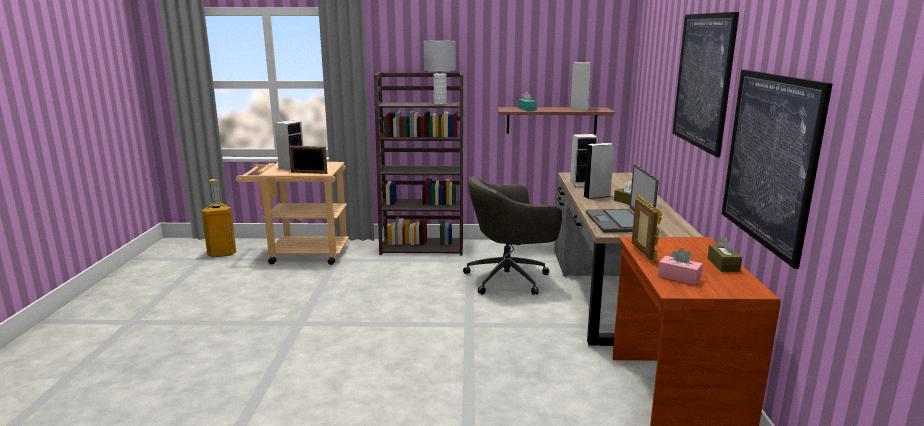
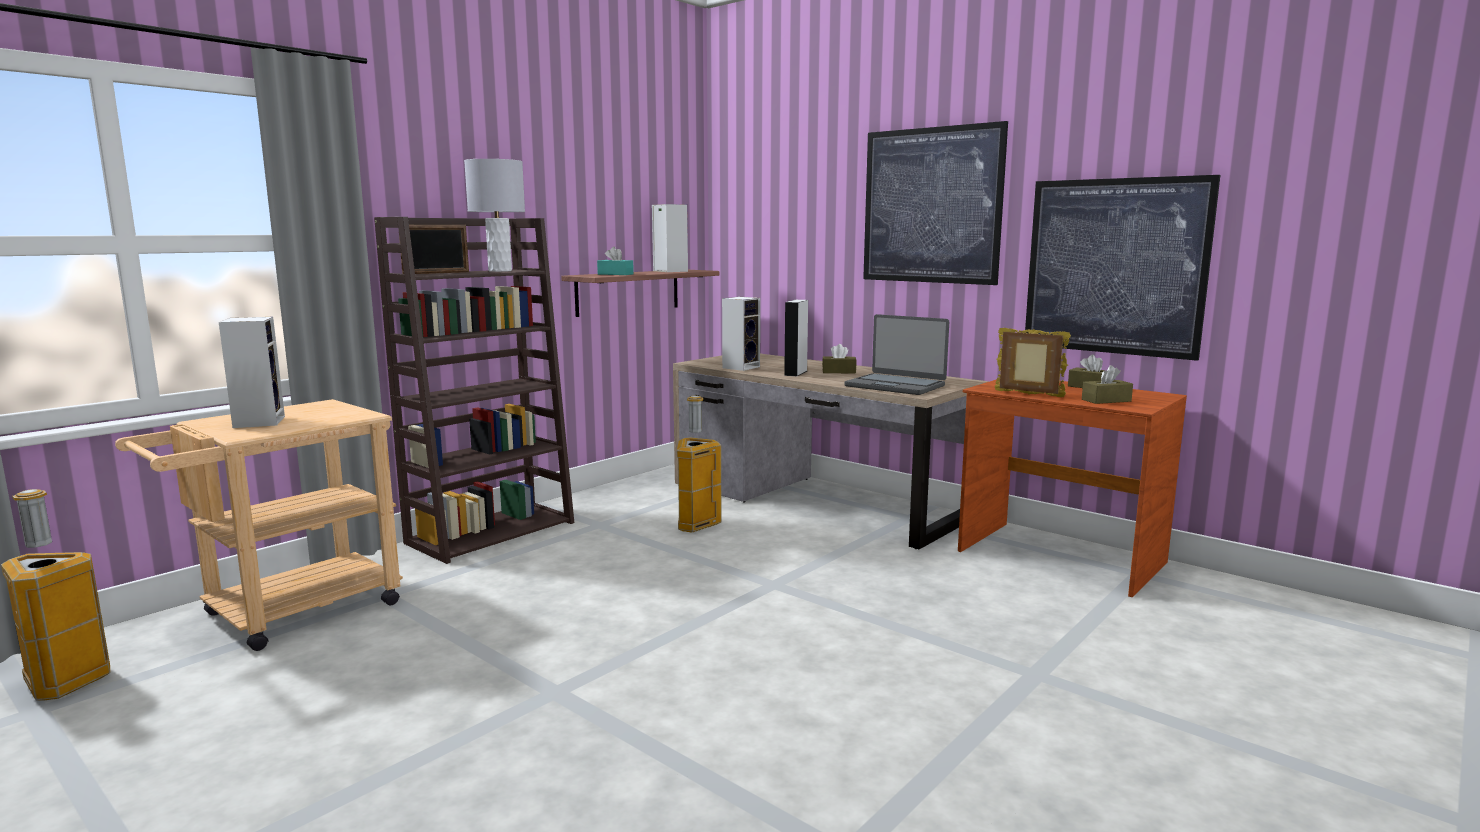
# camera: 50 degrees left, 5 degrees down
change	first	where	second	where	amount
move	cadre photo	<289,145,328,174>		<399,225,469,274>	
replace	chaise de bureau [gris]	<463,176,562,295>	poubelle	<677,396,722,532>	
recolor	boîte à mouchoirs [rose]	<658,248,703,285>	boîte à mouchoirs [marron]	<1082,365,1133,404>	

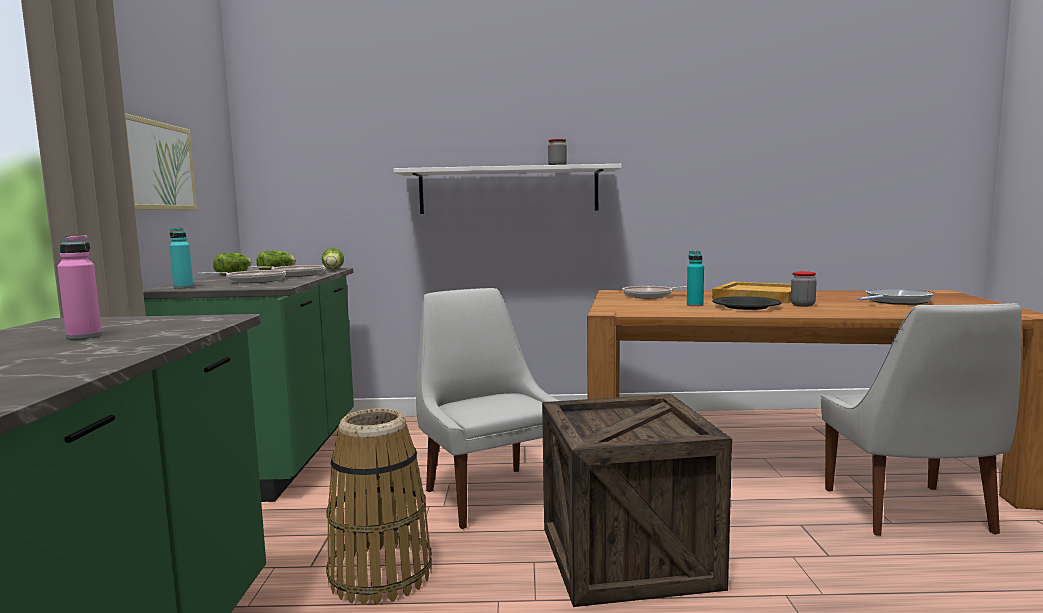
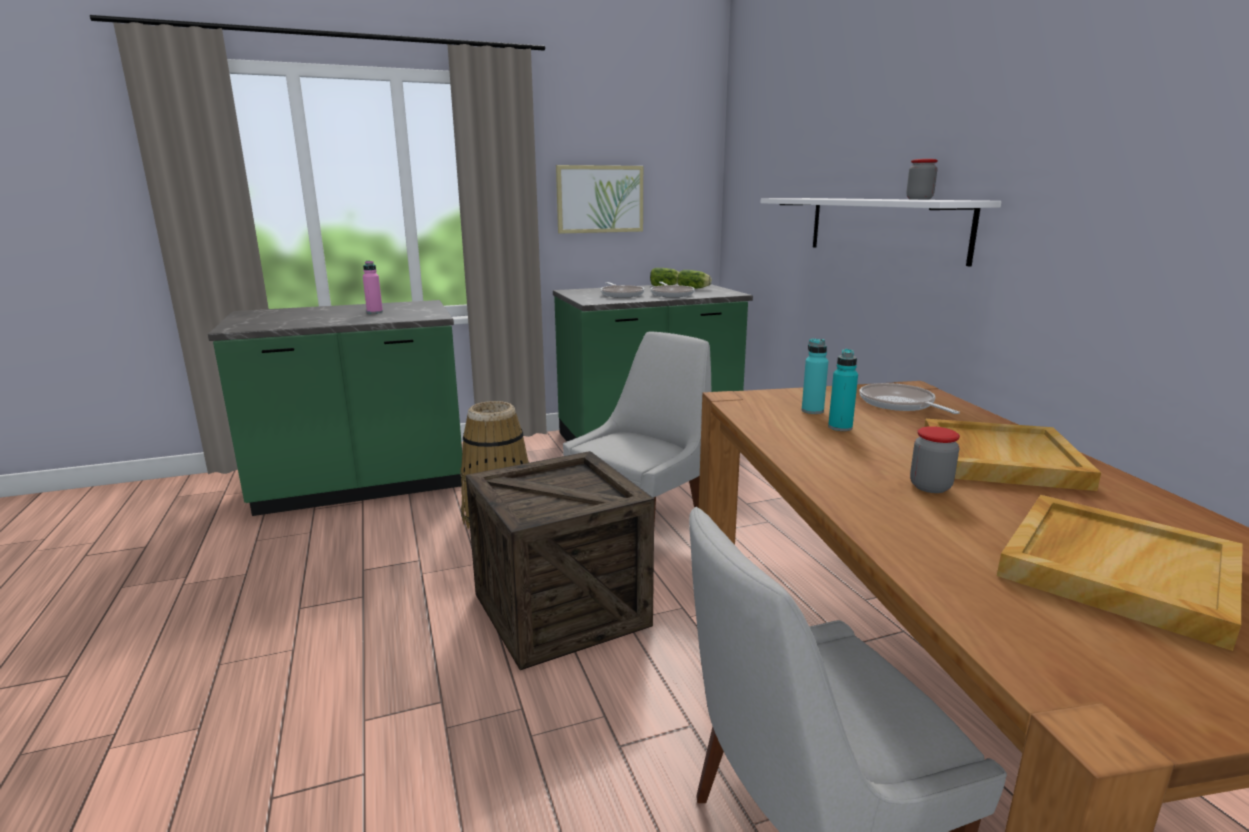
# camera: 70 degrees right, 10 degrees up
change	first	where	second	where	amount
delete	laitue	<322,248,344,270>			
delete	assiette [noir]	<712,296,782,310>			
move	bouteille [turquoise]	<170,228,193,288>		<802,338,828,414>	
replace	poêle	<857,289,934,305>	plateau [beige]	<997,495,1243,651>	

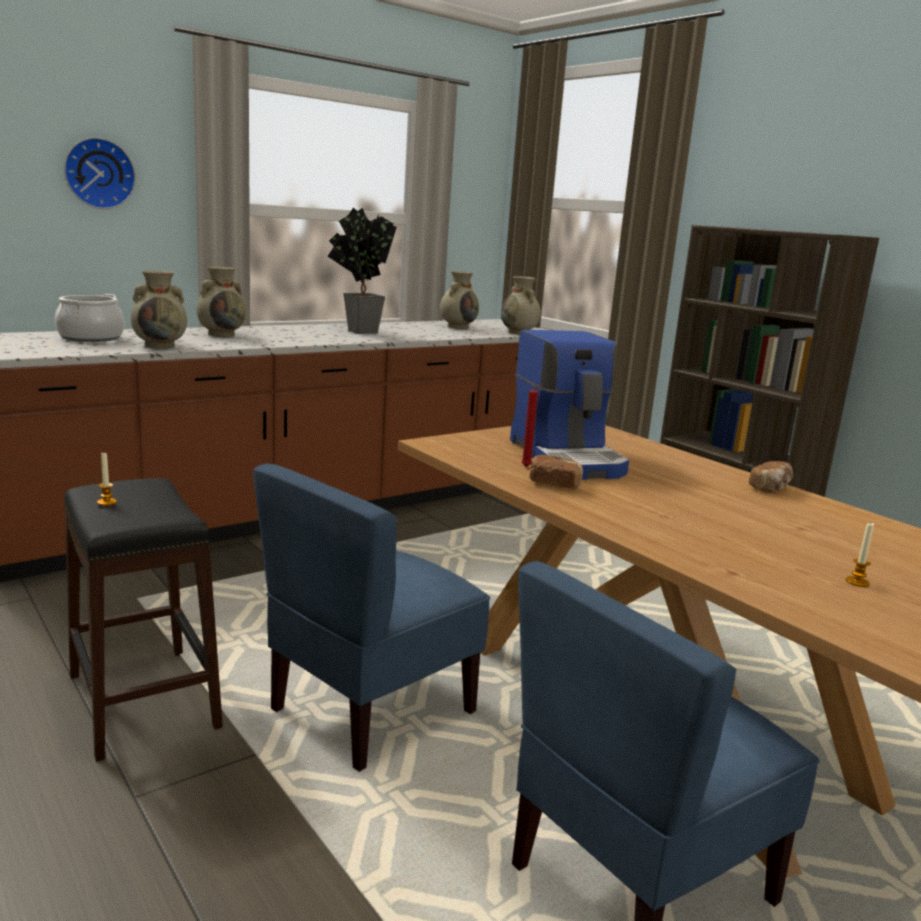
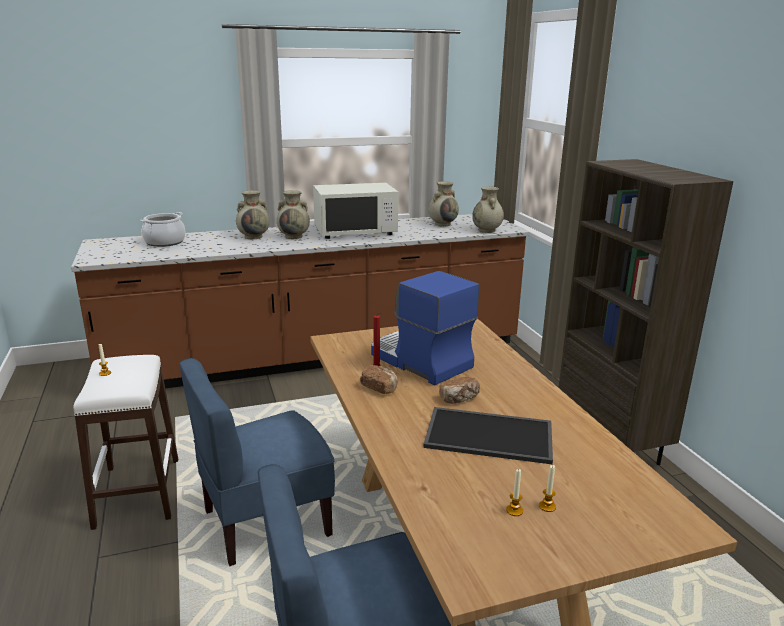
# camera: 20 degrees right, 5 degrees up
change	first	where	second	where	amount
delete	horloge murale	<64,137,136,209>			
insert			plateau	<423,407,553,464>	
insert			bougie	<539,465,556,512>	
move	vase [beige]	<131,270,187,348>		<277,190,310,239>	
move	pain	<749,461,794,493>		<439,377,480,404>	
replace	plante en pot	<328,208,397,334>	micro-ondes [blanc]	<313,183,398,239>	
recolor	tabouret [noir]	<64,478,223,762>	tabouret [blanc]	<73,355,178,530>	
rotate	machine à café	<510,330,629,480>		<371,271,479,385>	135 degrees clockwise

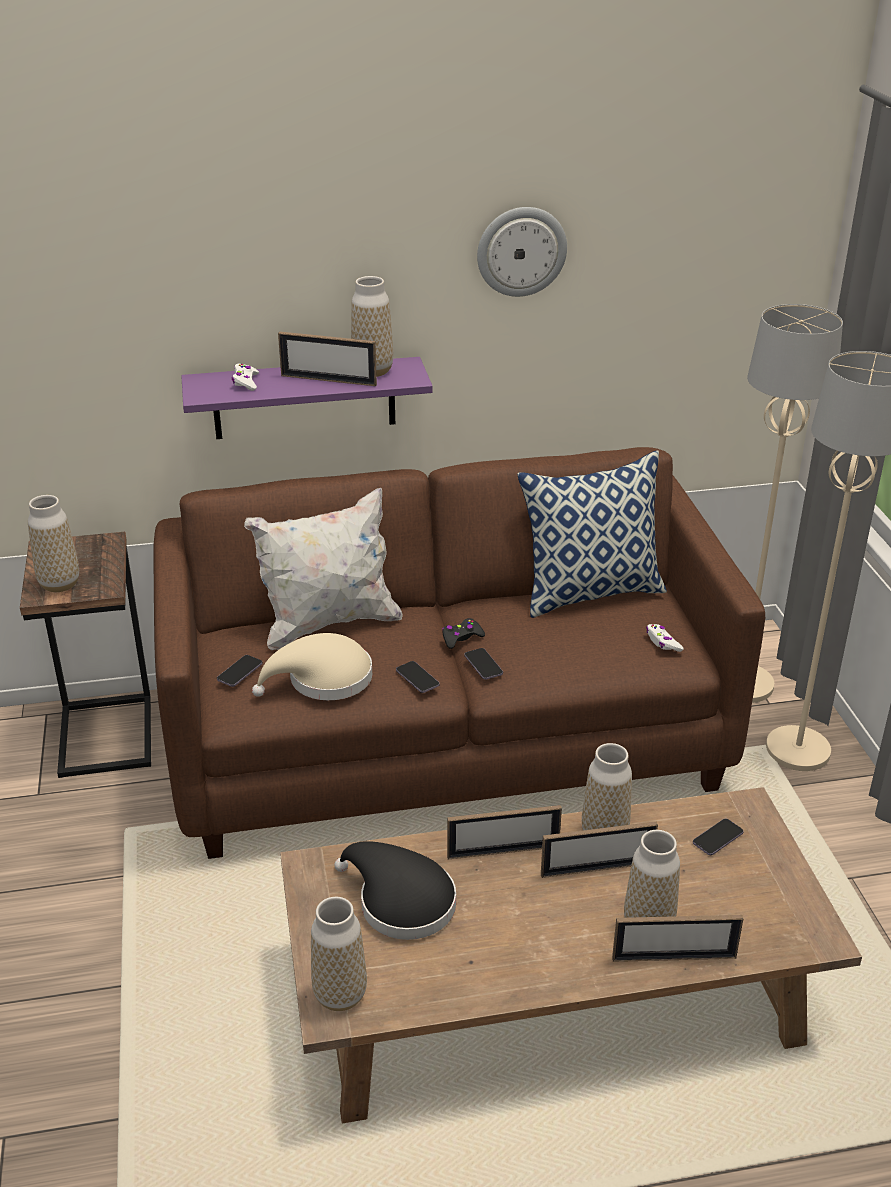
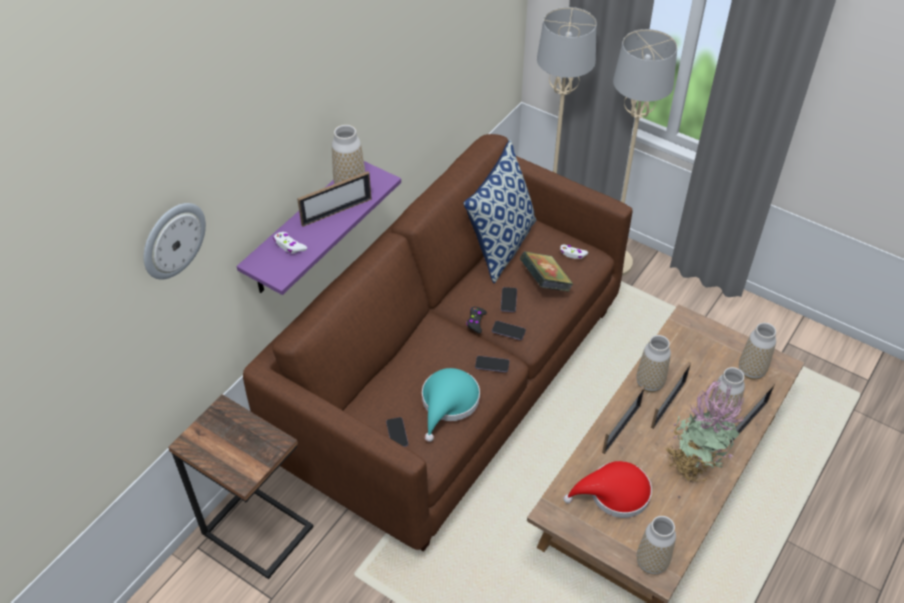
# camera: 45 degrees left, 15 degrees up
change	first	where	second	where	amount
delete	coussin [blanc]	<244,488,402,650>			
insert			livre	<520,251,573,292>	
insert			plante en pot	<665,379,746,483>	
move	vase	<28,495,79,592>		<739,322,776,380>	
move	horloge murale	<477,207,567,297>		<144,203,206,280>	
move	téléphone	<693,818,744,855>		<501,287,517,312>	
recolor	chapeau [beige]	<252,633,372,700>	chapeau [turquoise]	<422,368,480,442>	
recolor	chapeau [noir]	<334,841,456,940>	chapeau [rouge]	<563,461,652,518>	

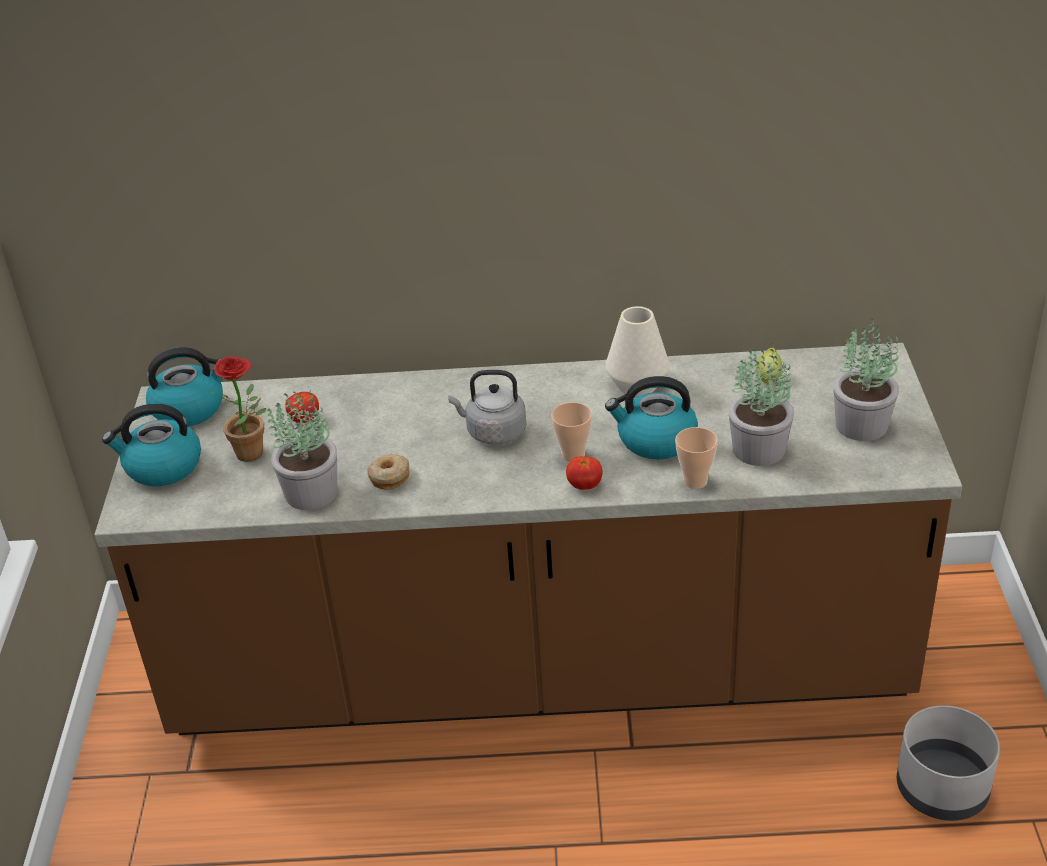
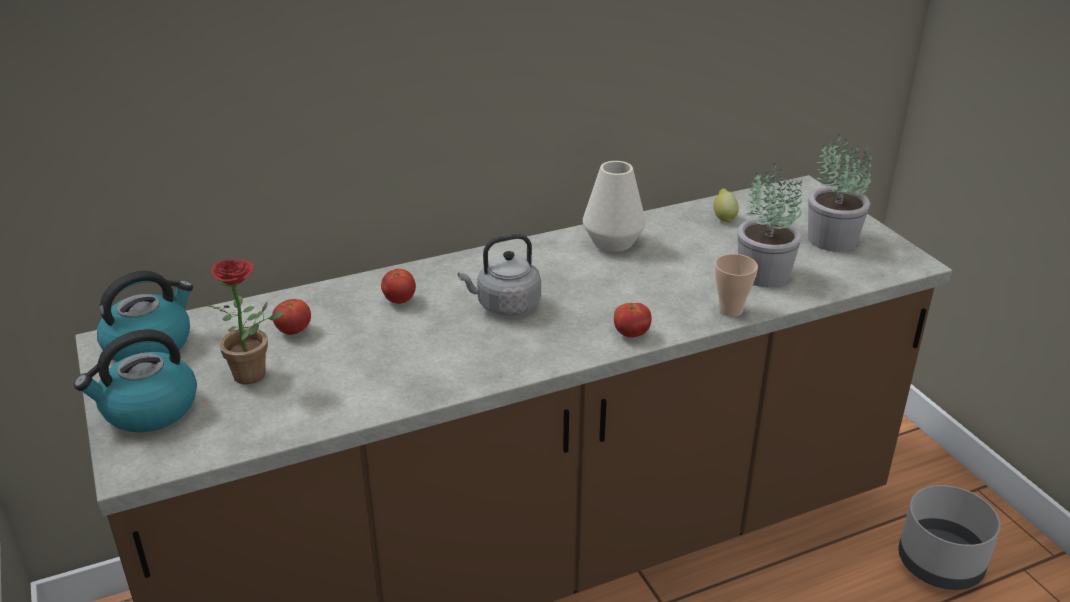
# camera: 25 degrees left, 5 degrees down
change	first	where	second	where	amount
delete	plante en pot	<267,387,337,510>			
delete	beignet	<367,454,410,490>			
delete	tasse	<551,402,592,462>			
delete	bouilloire	<605,376,698,459>			
insert			tomate	<381,269,416,304>	

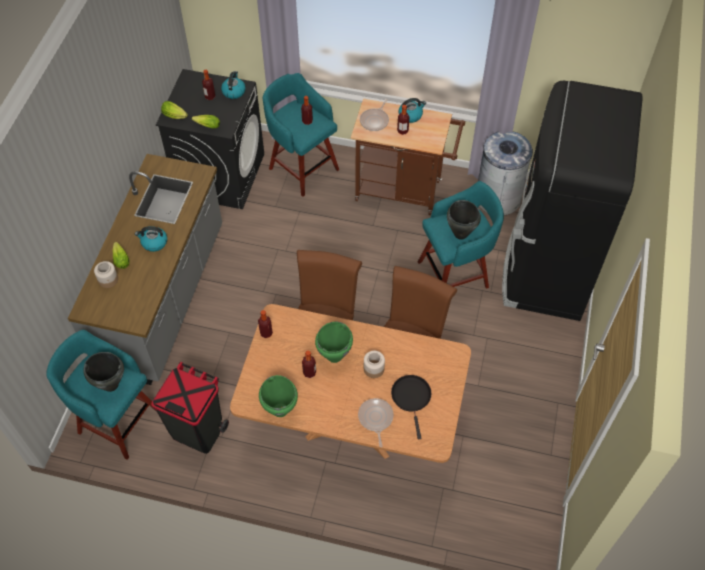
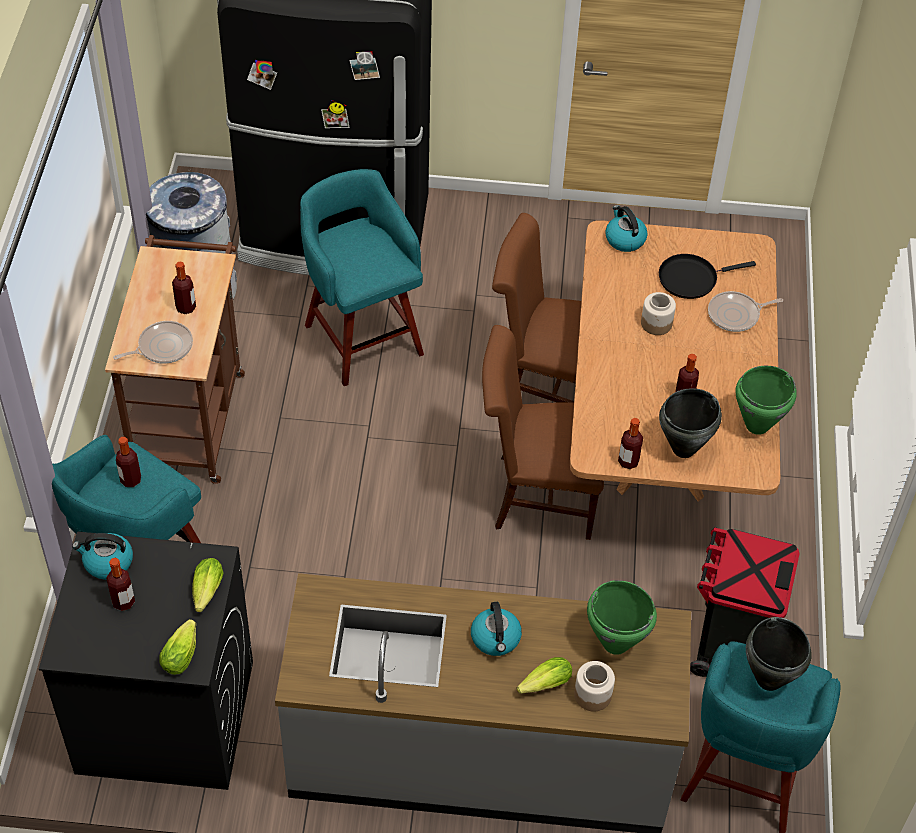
# camera: 100 degrees left, 5 degrees down
change	first	where	second	where	amount
move	marmite [vert]	<315,322,353,363>		<587,580,657,655>	
move	bouilloire	<399,98,426,123>		<605,205,648,252>	
move	marmite [noir]	<447,200,481,240>		<659,388,722,458>	
rotate	poêle	<360,99,389,131>		<113,321,193,364>	45 degrees counterclockwise

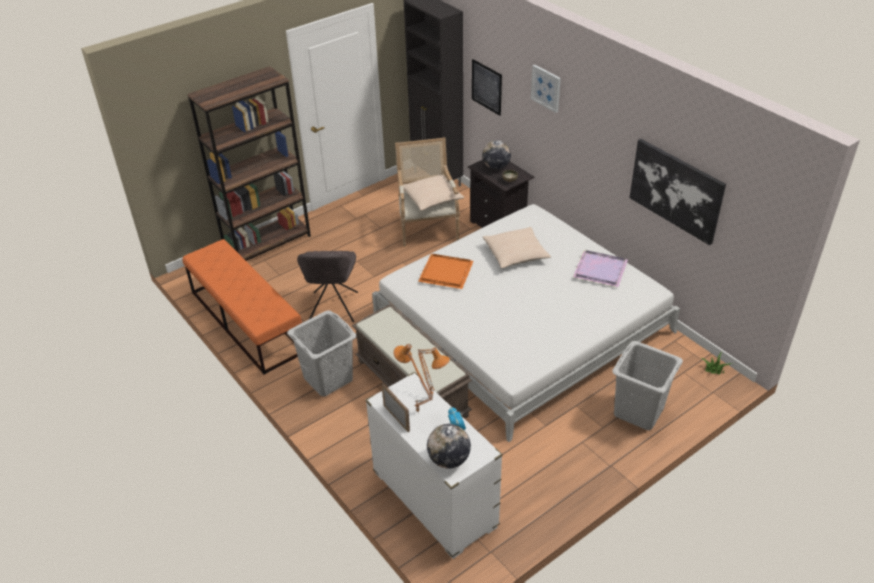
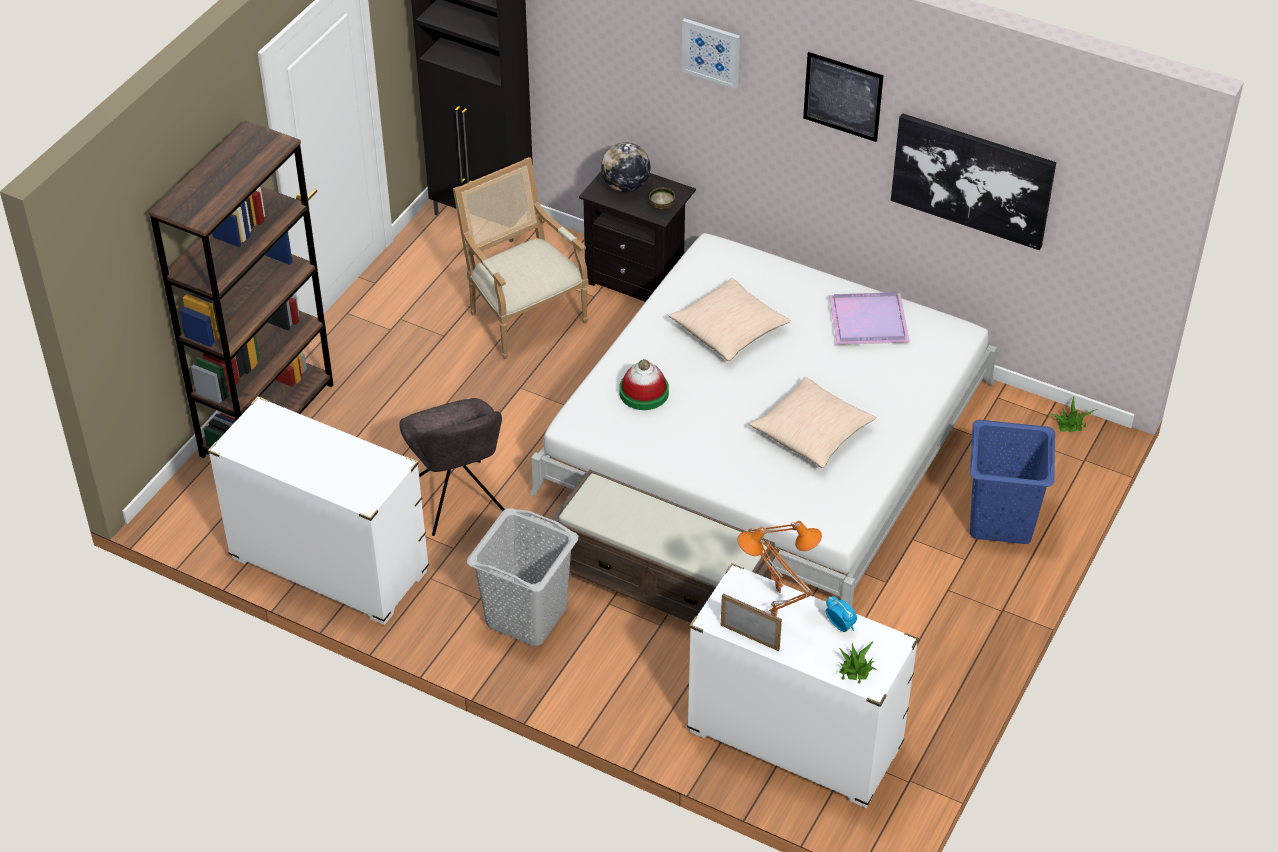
# camera: 25 degrees left, 5 degrees up
change	first	where	second	where	amount
move	coussin [beige]	<403,175,464,211>		<749,377,876,468>	
move	tableau	<472,59,502,116>		<803,52,884,142>	
replace	banc [orange]	<182,239,302,375>	commode [blanc]	<208,397,429,625>	
replace	plateau [orange]	<418,254,474,289>	chapeau	<619,359,669,410>	
replace	globe	<427,424,471,468>	plante en pot	<839,642,877,684>	
recolor	panier à linge [gris]	<612,341,683,431>	panier à linge [bleu]	<970,420,1055,544>	

